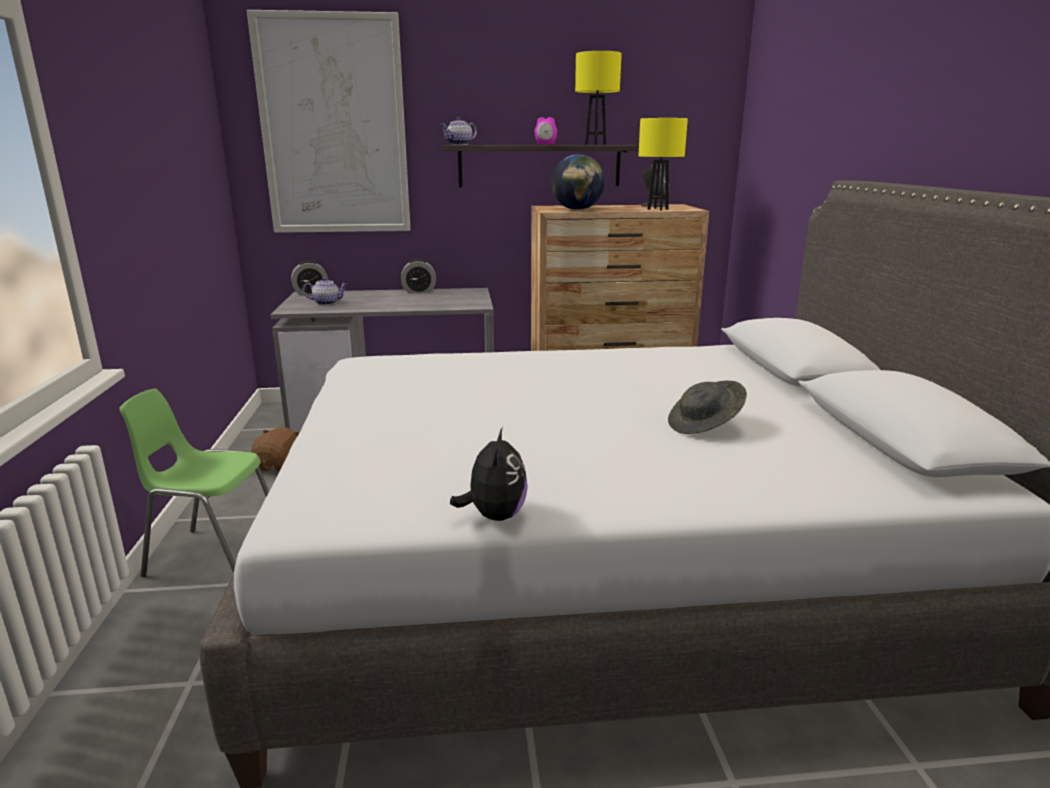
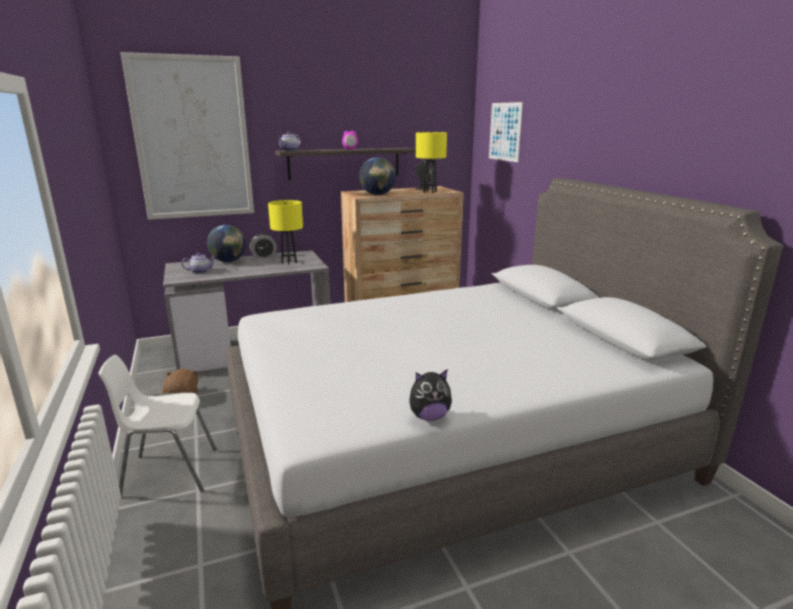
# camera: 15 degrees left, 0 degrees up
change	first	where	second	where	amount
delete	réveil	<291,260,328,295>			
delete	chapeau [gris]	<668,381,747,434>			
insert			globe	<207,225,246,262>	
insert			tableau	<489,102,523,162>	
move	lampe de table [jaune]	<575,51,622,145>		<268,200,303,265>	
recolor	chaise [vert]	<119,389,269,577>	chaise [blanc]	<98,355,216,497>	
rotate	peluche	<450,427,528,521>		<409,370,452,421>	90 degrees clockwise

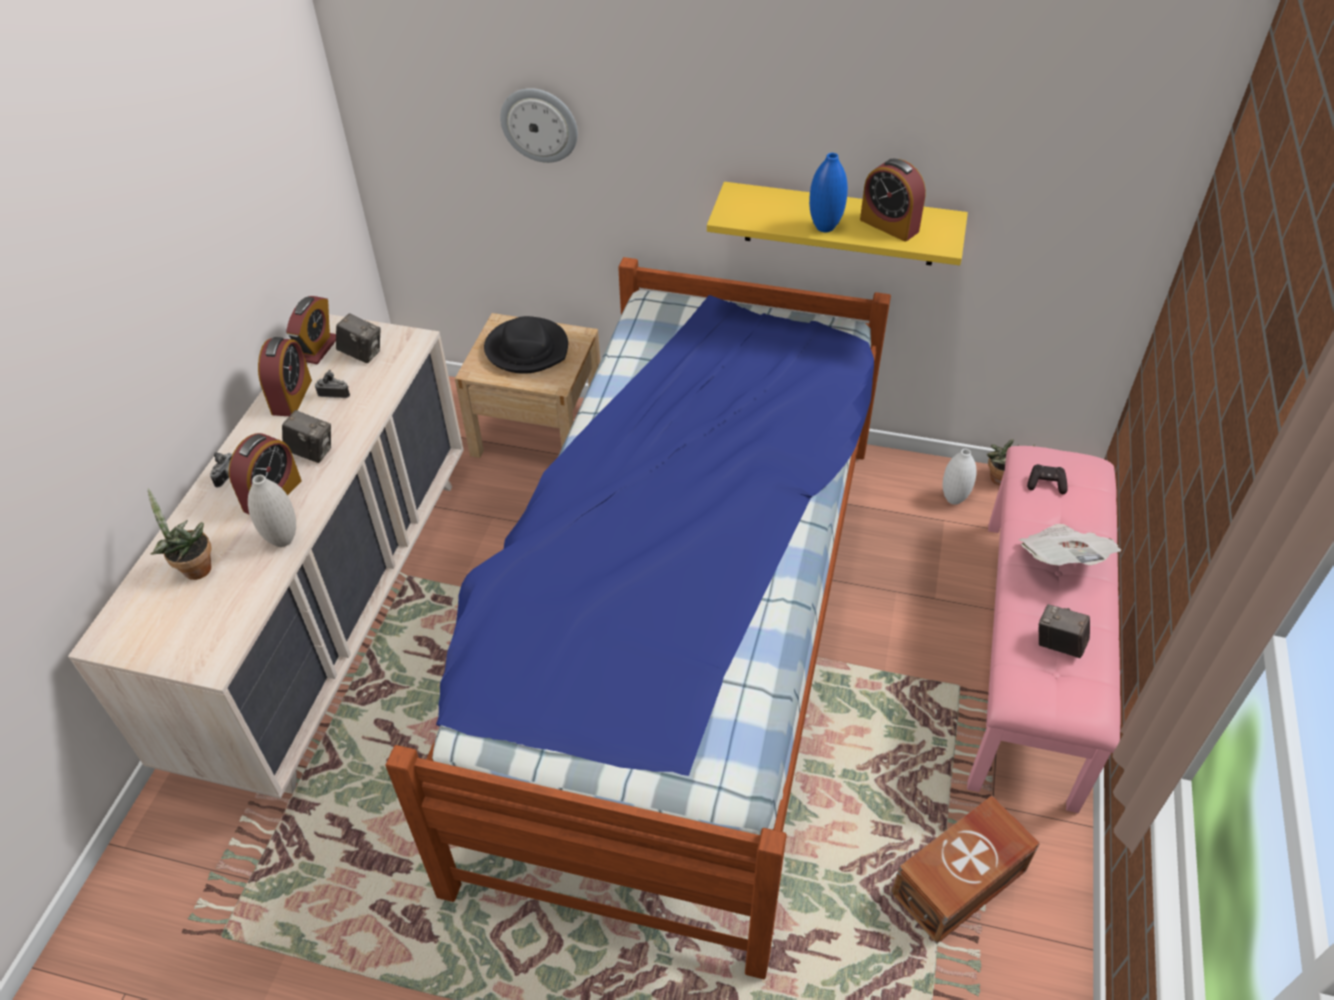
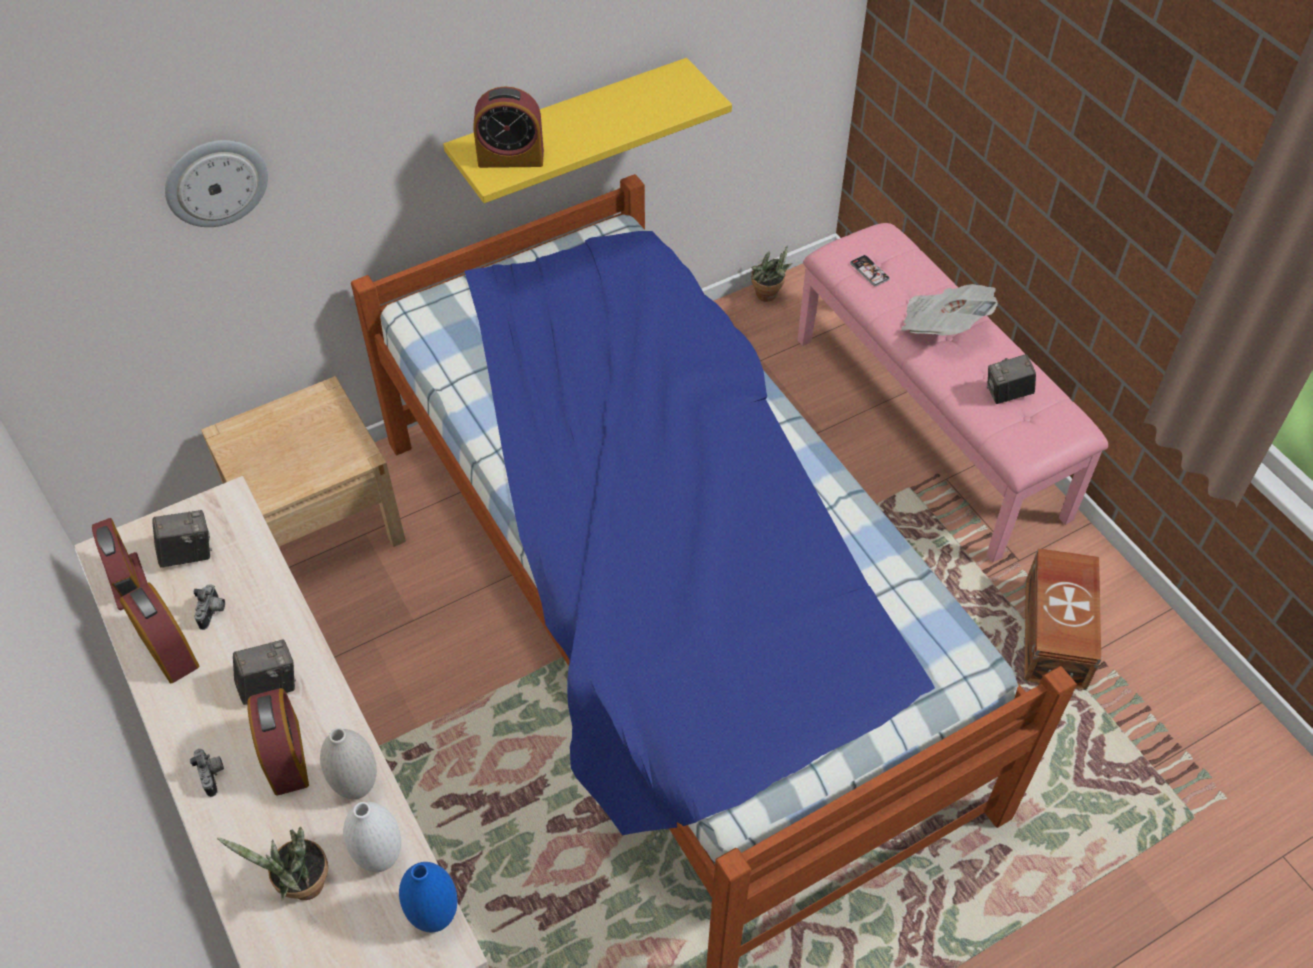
# camera: 45 degrees left, 5 degrees up
change	first	where	second	where	amount
delete	chapeau [noir]	<484,316,568,374>			
move	vase [bleu]	<809,153,848,232>		<399,862,458,932>	
move	réveil	<860,159,926,242>		<473,86,544,168>	
move	vase [blanc]	<943,449,977,505>		<343,802,401,872>	
replace	manette [noir]	<1027,464,1068,494>	téléphone	<850,255,890,286>	
rotate	appareil photo	<315,370,350,398>		<194,584,225,630>	135 degrees clockwise

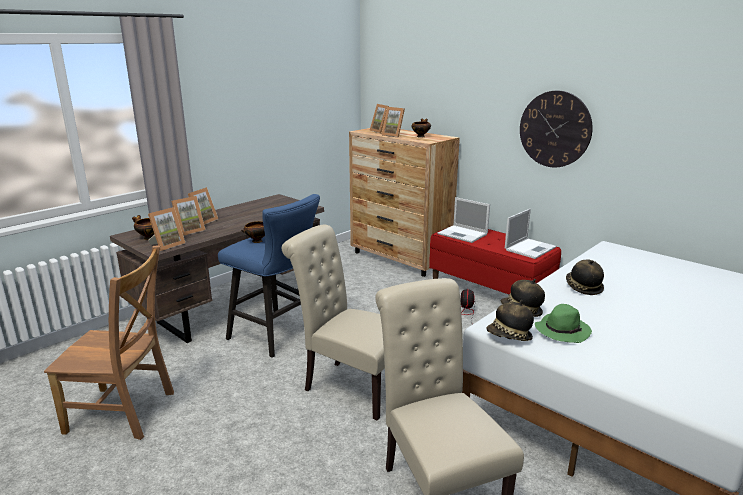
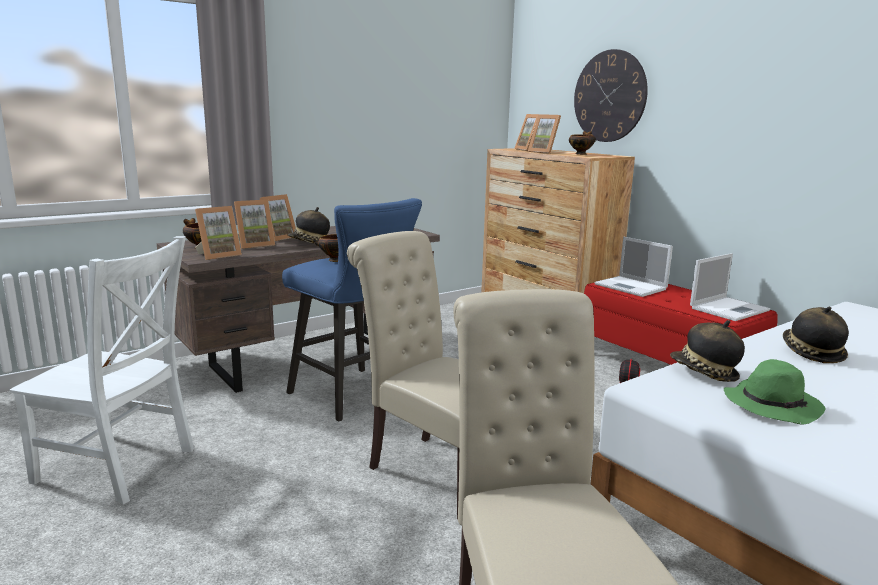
# camera: 10 degrees right, 5 degrees down
change	first	where	second	where	amount
move	chapeau	<486,300,534,341>		<287,207,330,244>	
move	horloge murale	<520,90,593,167>		<574,49,648,142>	
recolor	chaise [marron]	<44,245,174,440>	chaise [blanc]	<9,236,194,504>	

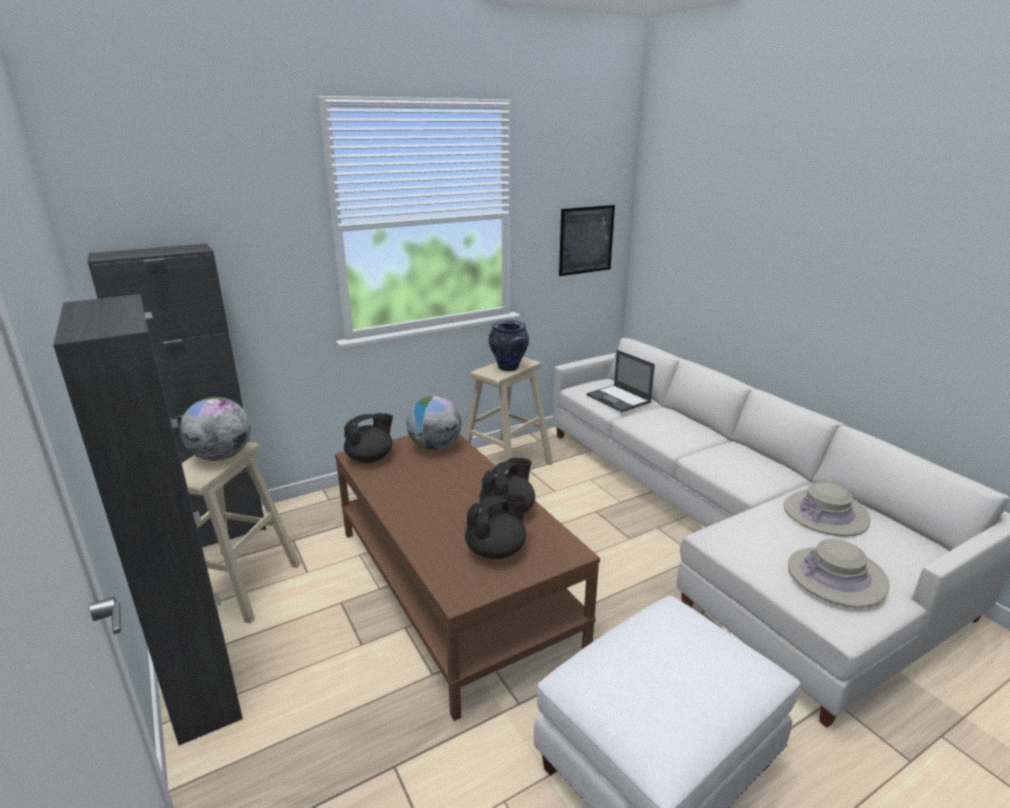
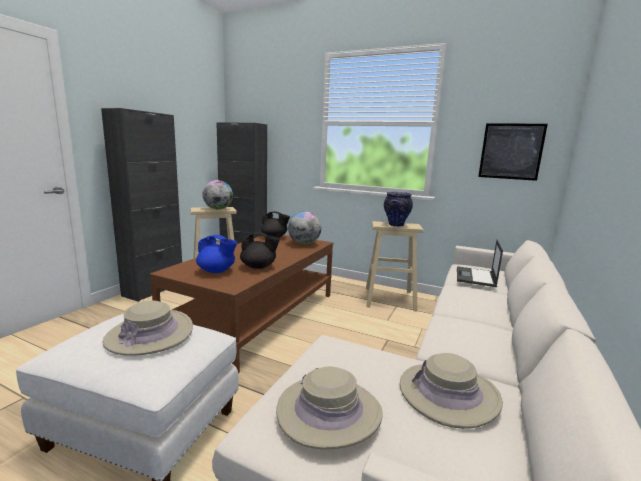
# camera: 55 degrees right, 10 degrees down
change	first	where	second	where	amount
insert			chapeau [beige]	<102,300,193,356>	
recolor	théière [noir]	<465,493,528,559>	théière [bleu]	<196,235,237,273>	

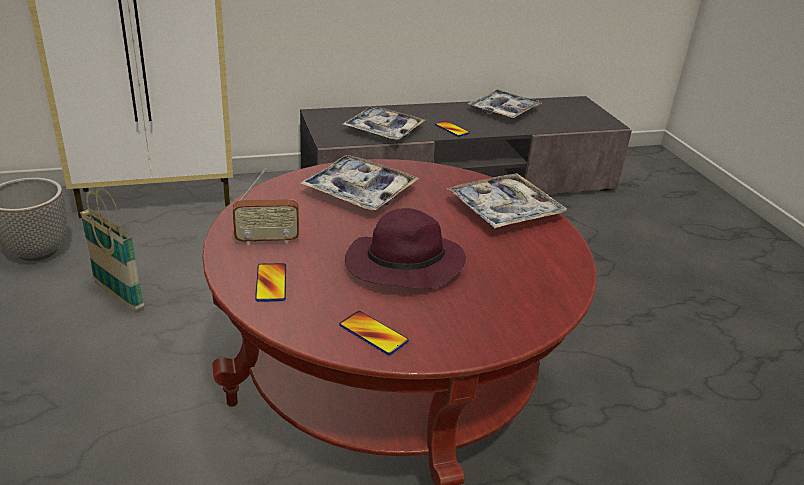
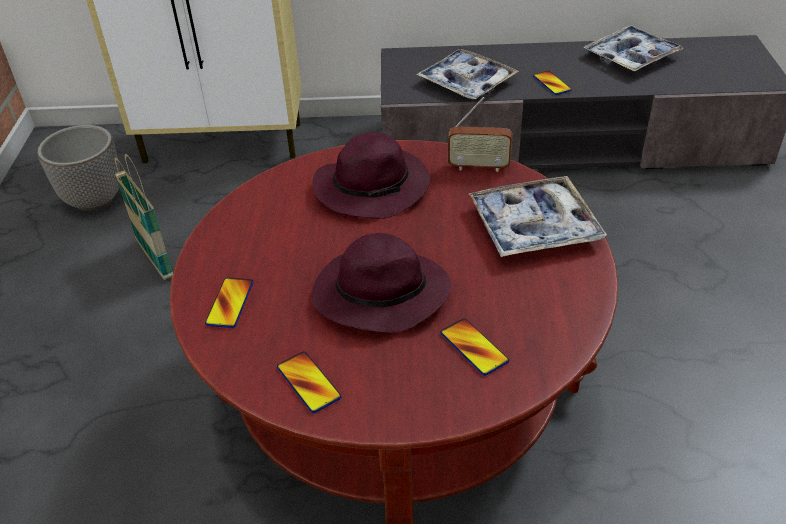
# camera: 20 degrees right, 10 degrees up
change	first	where	second	where	amount
insert			téléphone	<440,318,509,376>	
move	radio	<233,168,299,245>		<448,97,512,172>	
replace	plateau	<299,155,419,210>	chapeau [violet]	<313,132,430,219>	

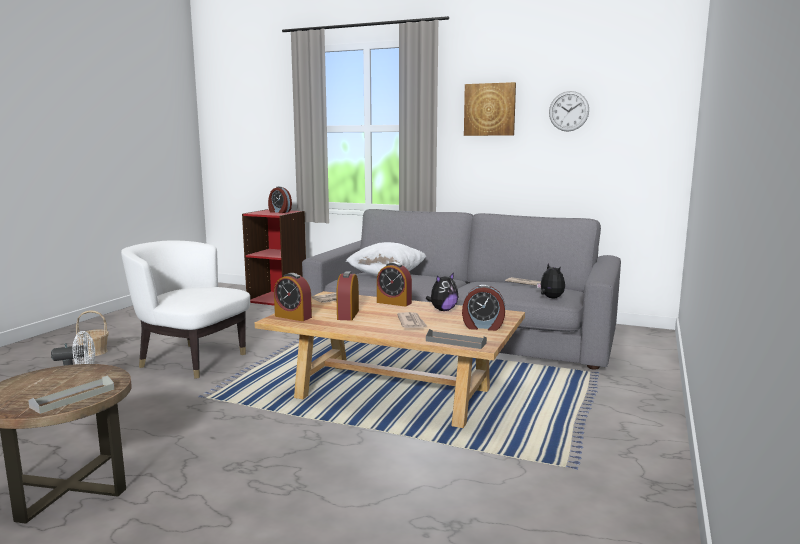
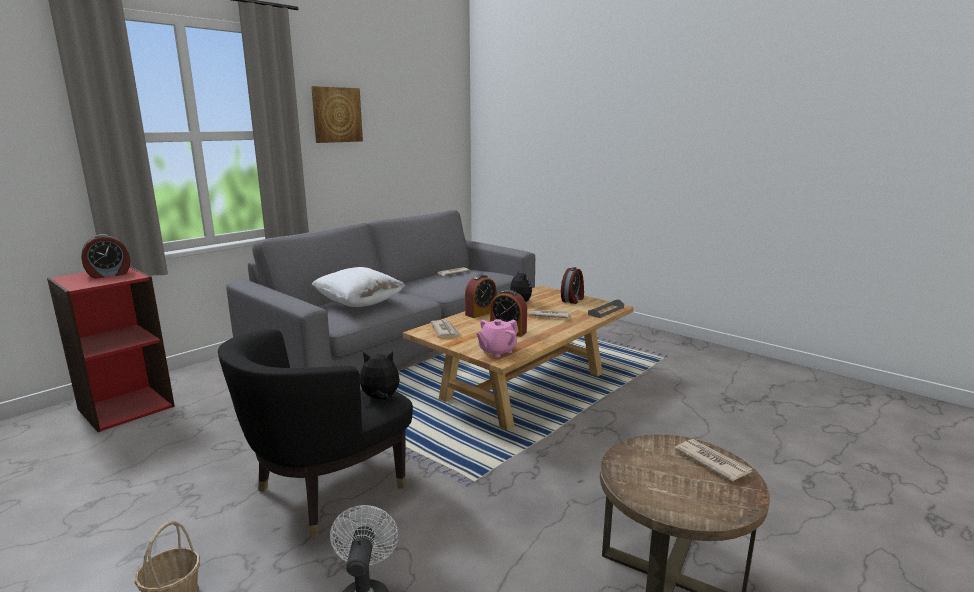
# camera: 70 degrees left, 5 degrees up
change	first	where	second	where	amount
delete	horloge murale	<549,91,589,132>			
move	peluche	<537,263,565,298>		<360,351,400,400>	
replace	plateau [gris]	<28,375,114,414>	journal	<675,439,752,482>	
replace	réveil	<274,273,312,321>	théière [rose]	<477,319,519,357>	
recolor	fauteuil [blanc]	<121,240,250,378>	fauteuil [noir]	<218,329,413,539>	

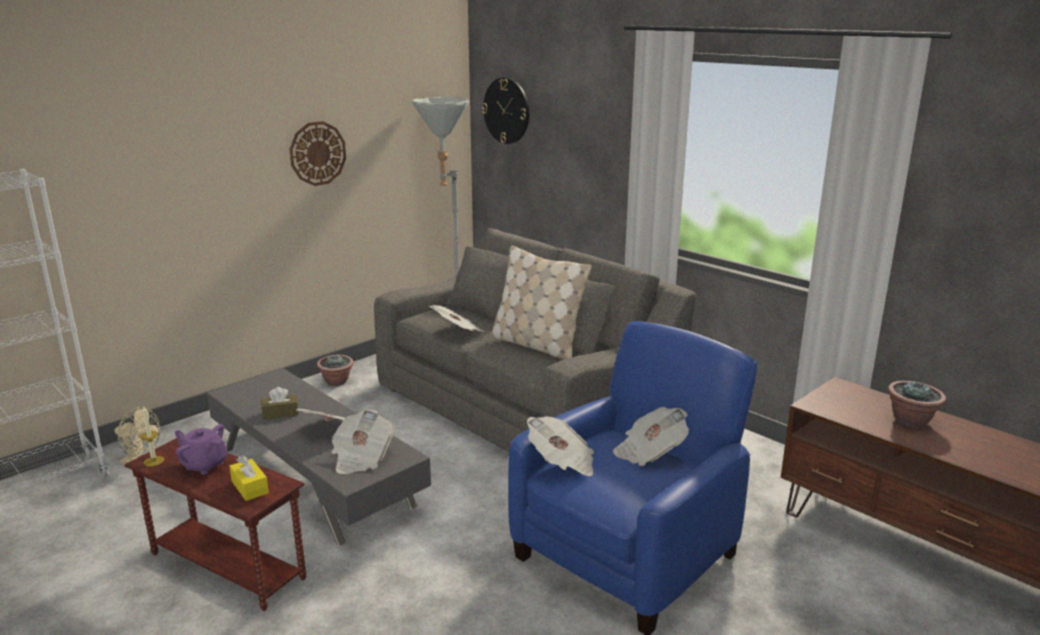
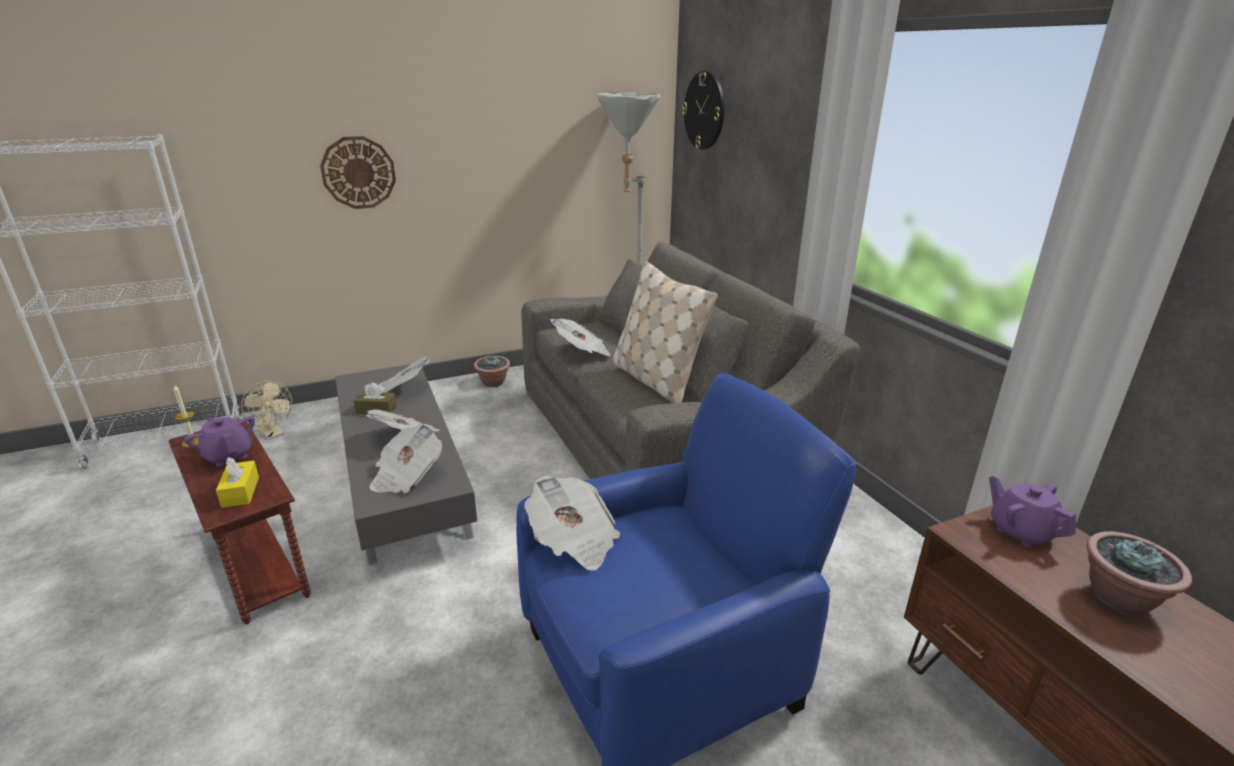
# camera: 20 degrees right, 5 degrees up
change	first	where	second	where	amount
insert			théière [violet]	<989,476,1076,548>	
move	horloge murale	<290,121,346,186>		<320,136,396,209>	
move	journal	<613,407,689,466>		<379,356,430,393>	

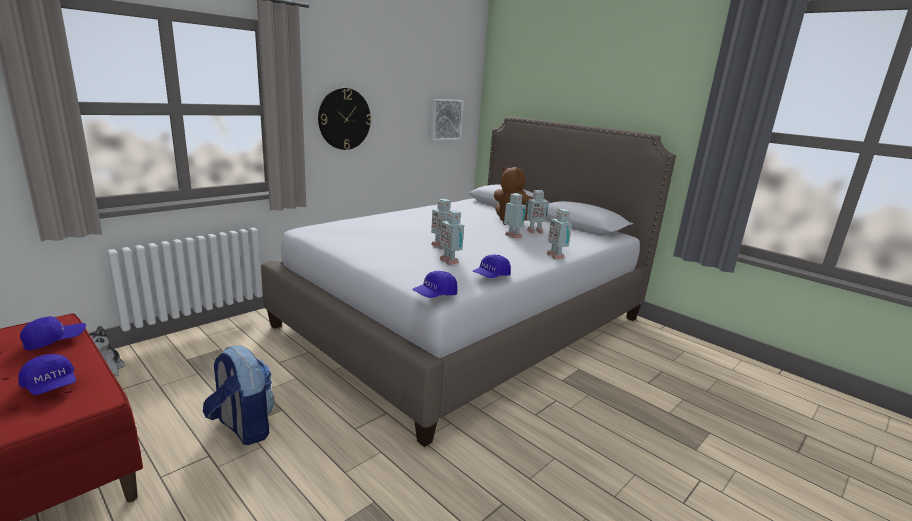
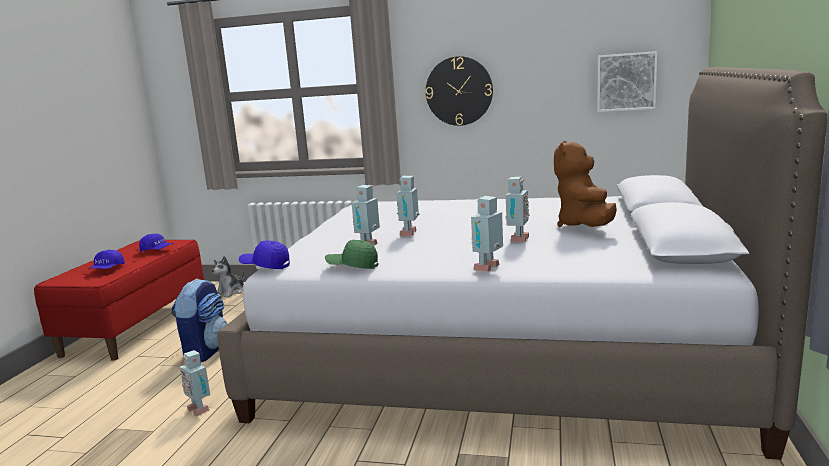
# camera: 60 degrees right, 5 degrees down
change	first	where	second	where	amount
move	robot jouet	<525,190,549,233>		<180,350,210,417>	
recolor	casquette [bleu]	<472,255,511,278>	casquette [vert]	<325,240,378,269>	

